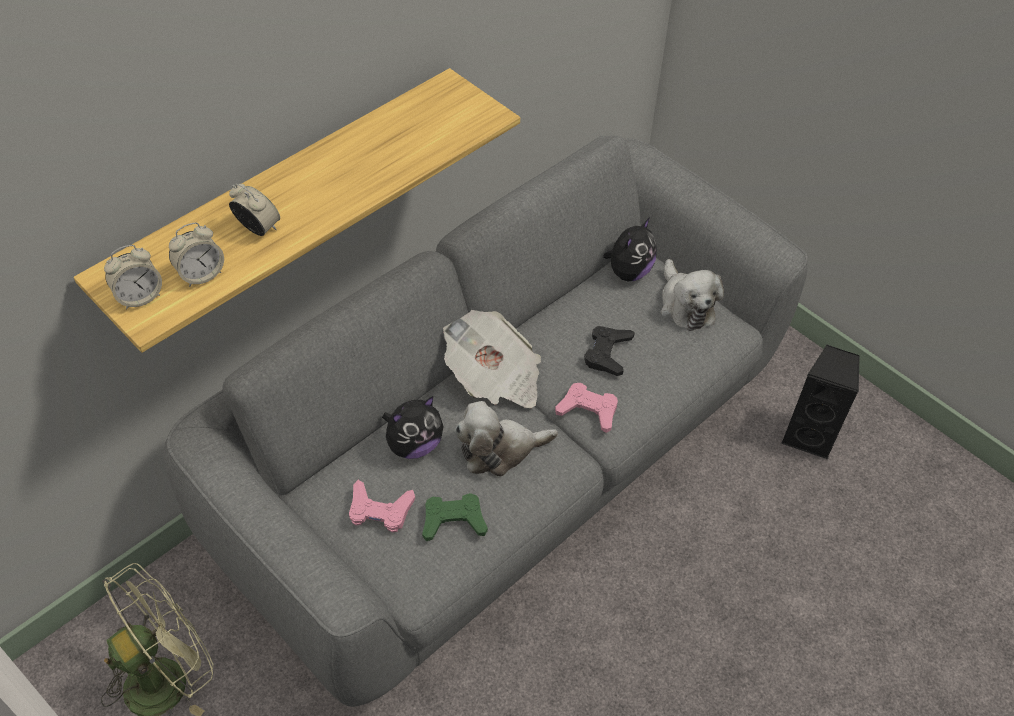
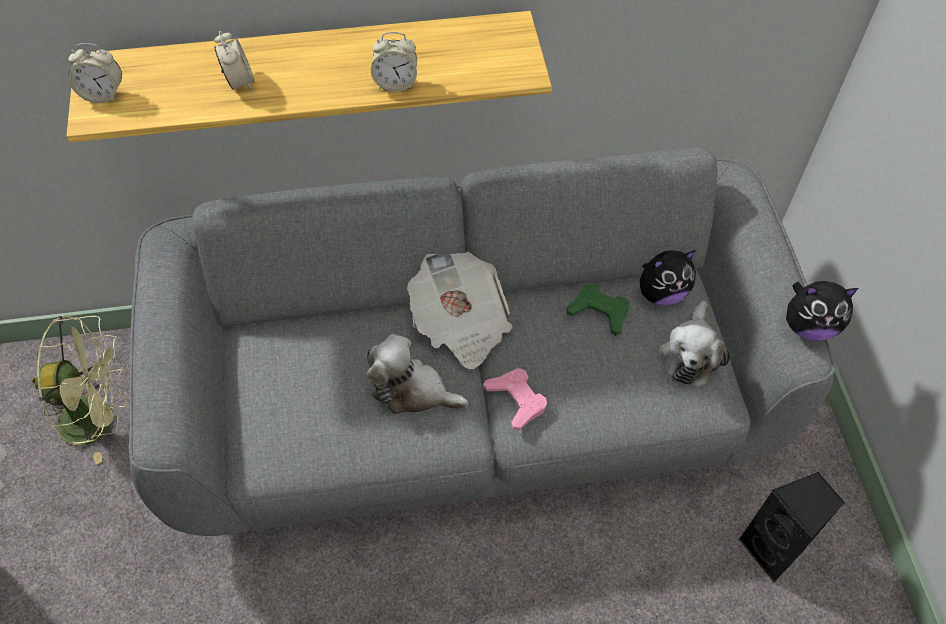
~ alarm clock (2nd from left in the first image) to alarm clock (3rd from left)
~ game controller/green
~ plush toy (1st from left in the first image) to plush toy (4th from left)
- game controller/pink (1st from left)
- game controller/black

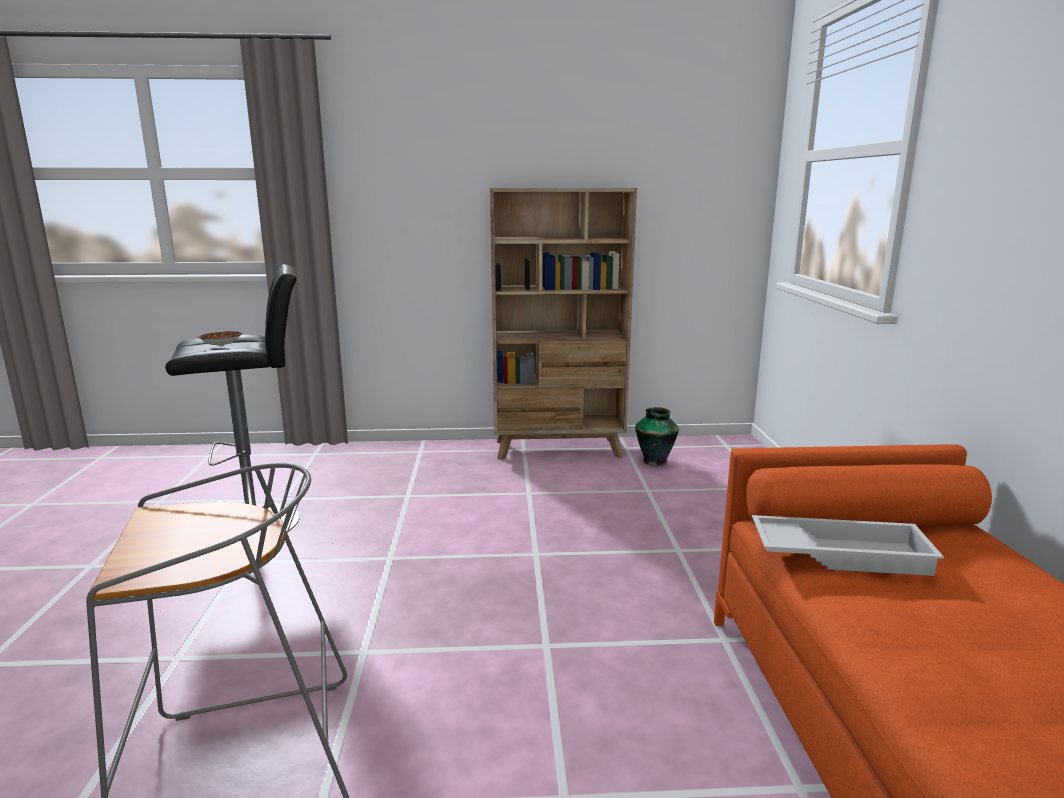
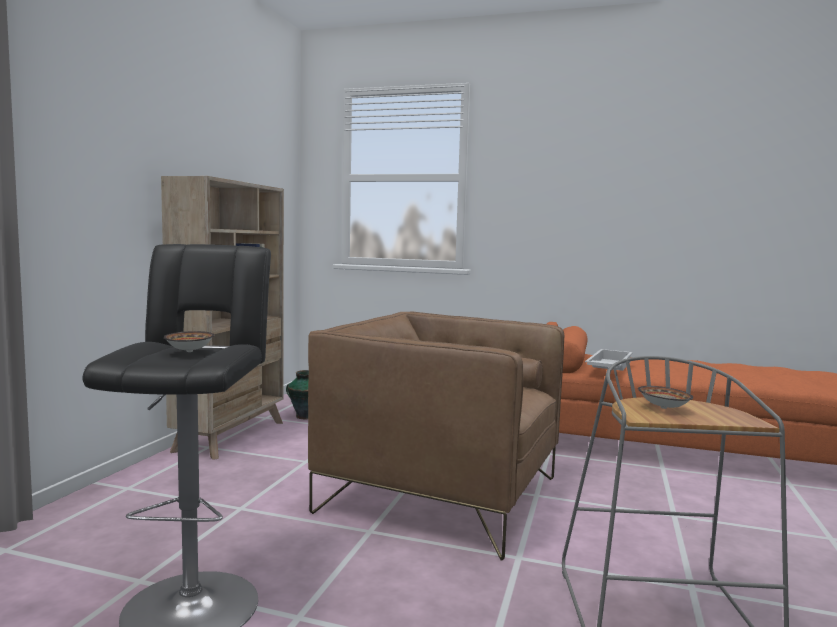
+ armchair/brown
+ bowl (2nd from left)

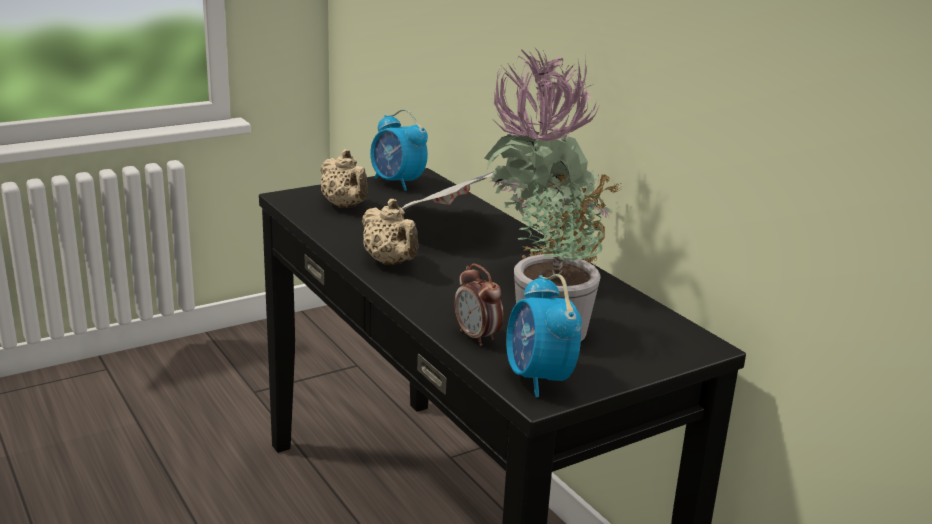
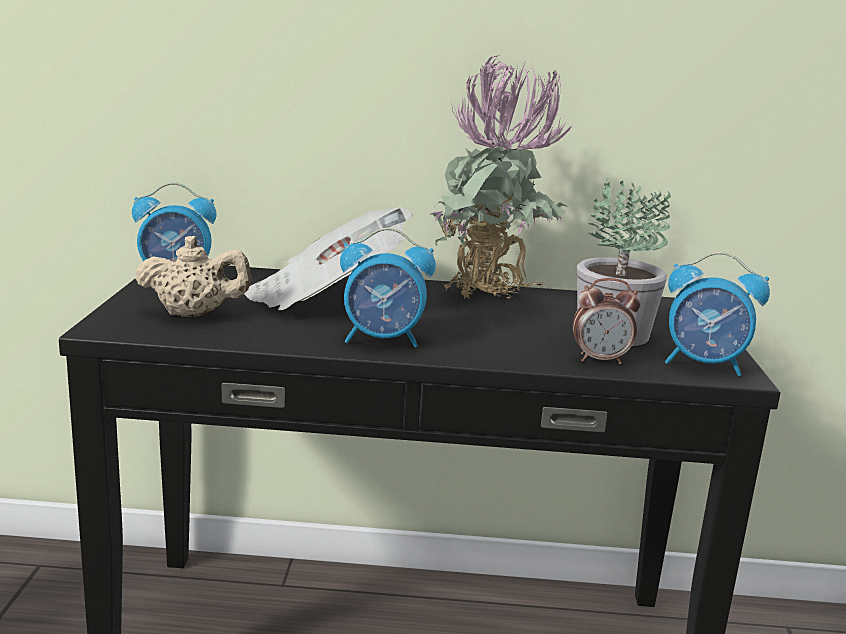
~ teapot/beige (2nd from left) to alarm clock (2nd from left)

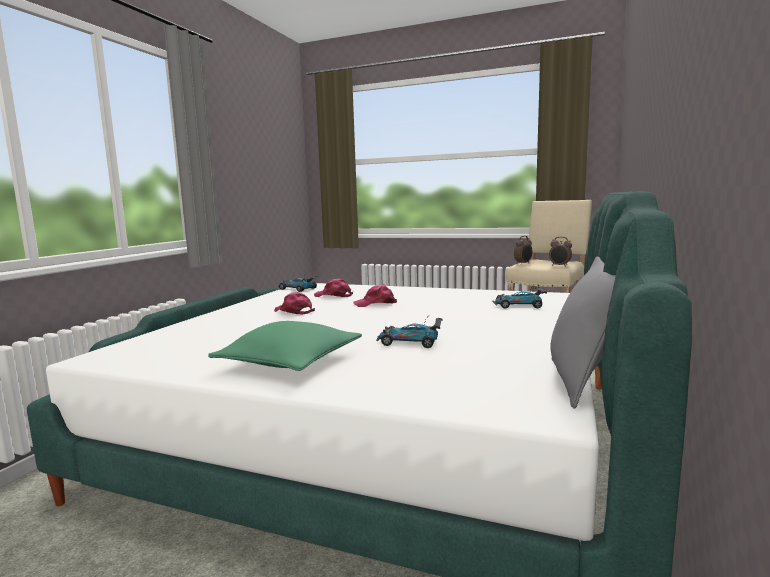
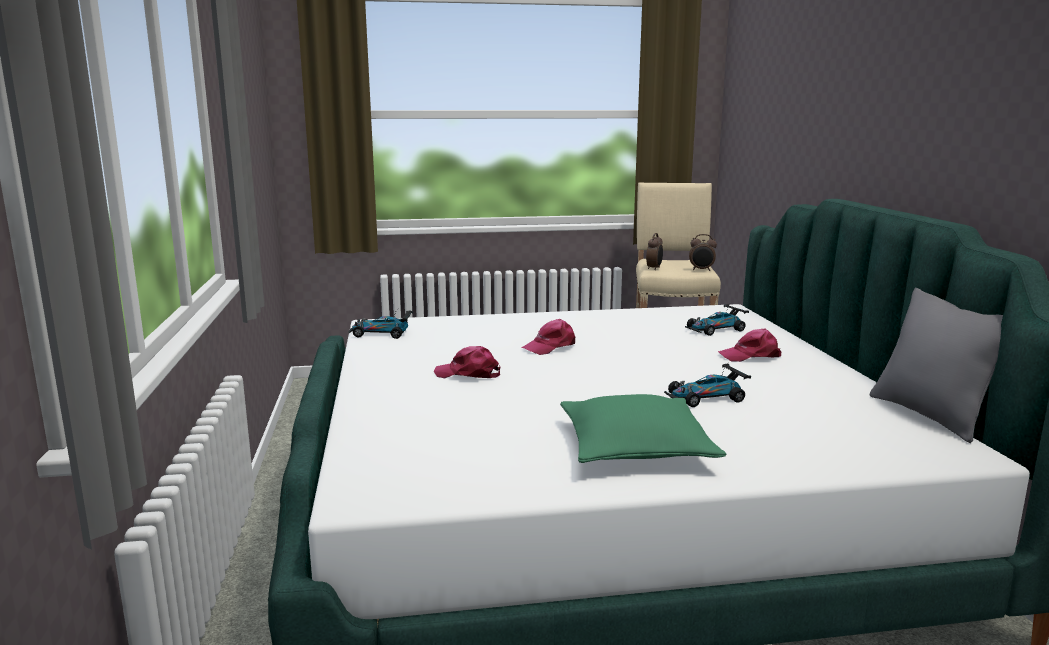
~ cap/pink (2nd from left in the first image) to cap/pink (3rd from left)

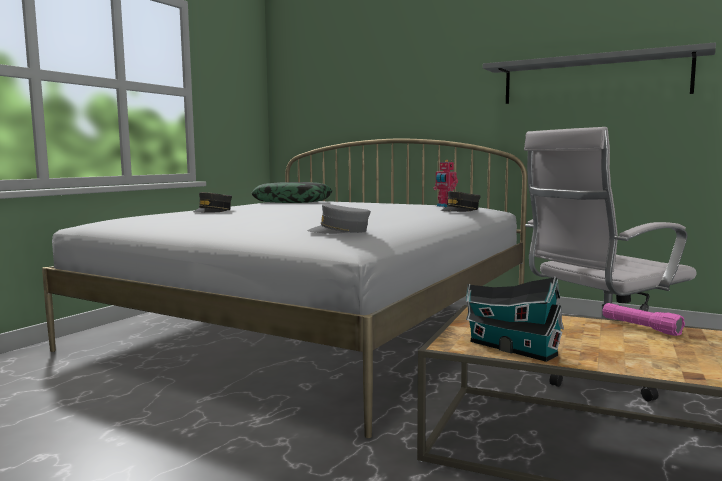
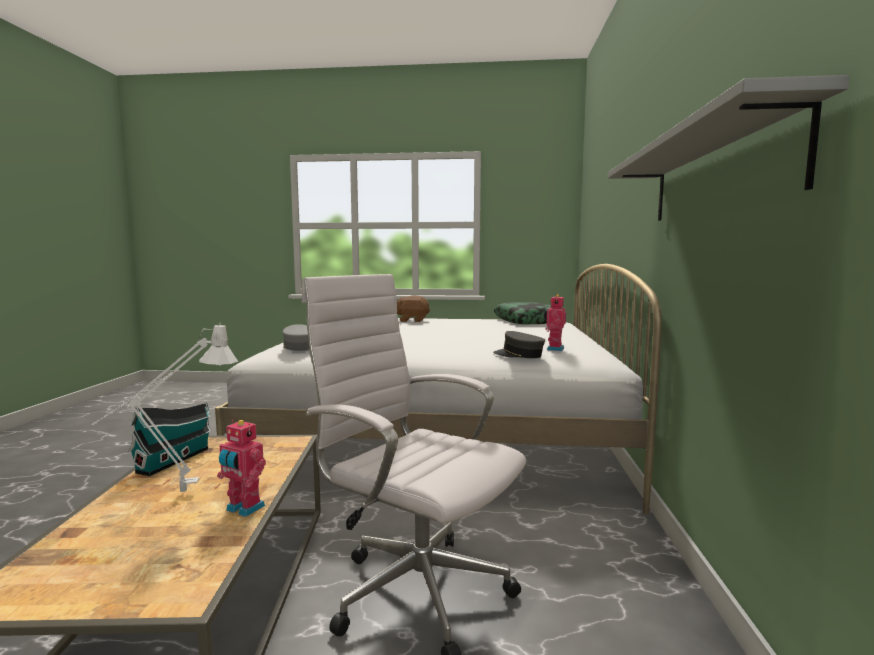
+ table lamp/grey
~ flashlight/pink to toy robot (1st from left)
~ cap/grey (1st from left) to plush toy/brown

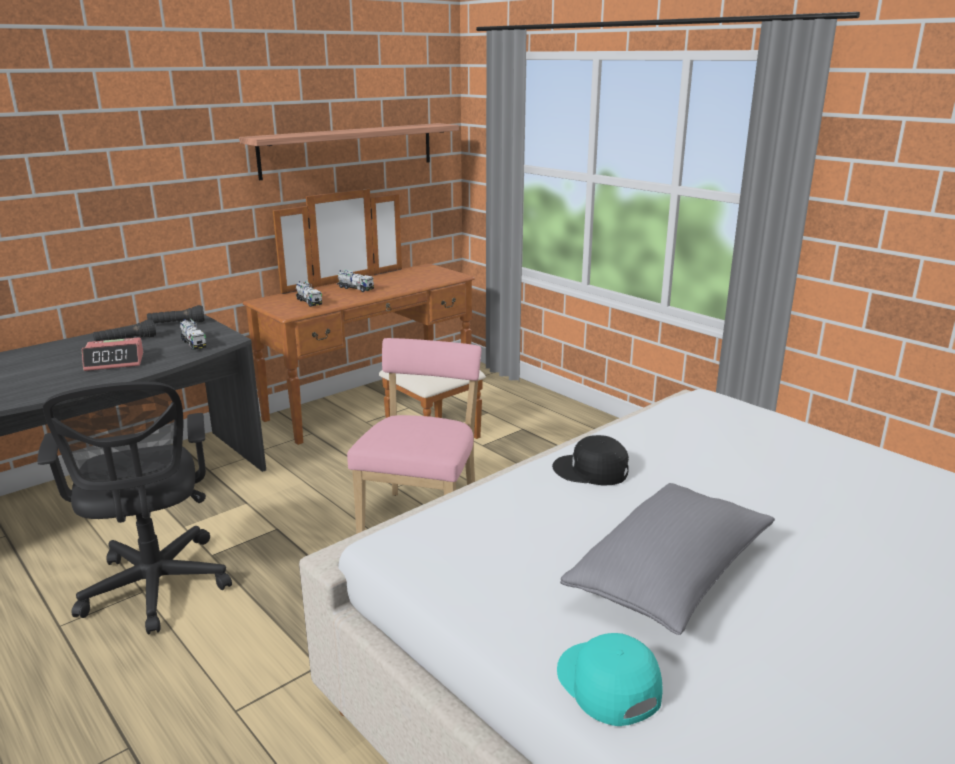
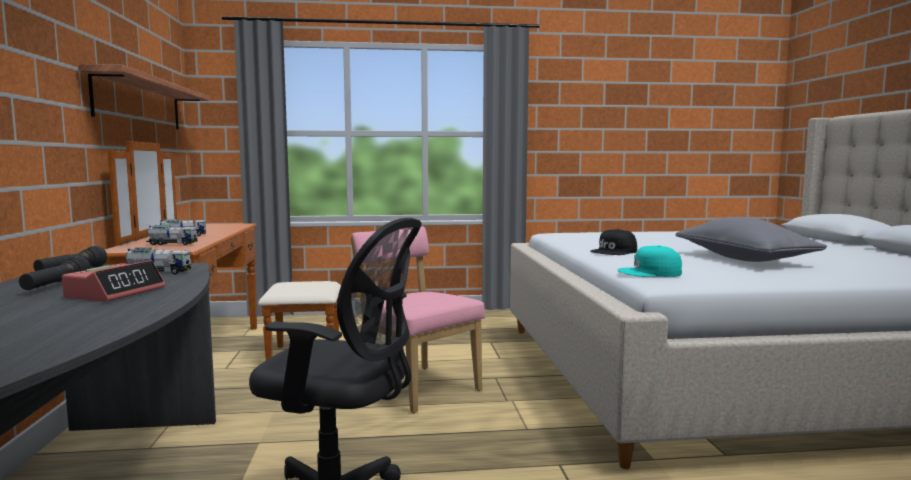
~ cap/turquoise

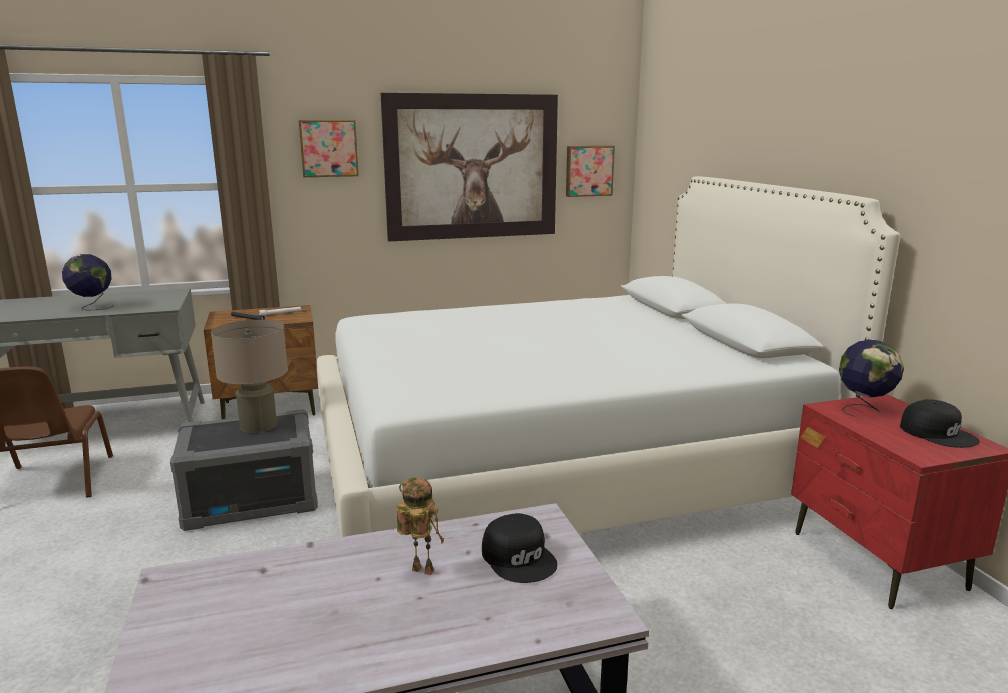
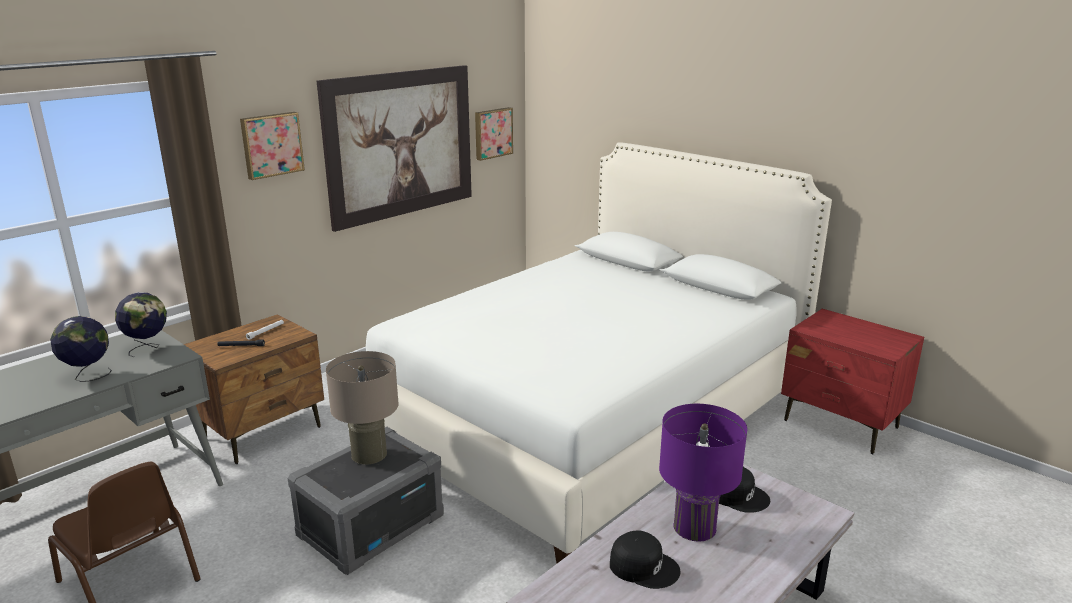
~ globe (2nd from left)
~ cap/black (2nd from left in the first image) to cap/black (1st from left)
~ toy robot to table lamp/purple

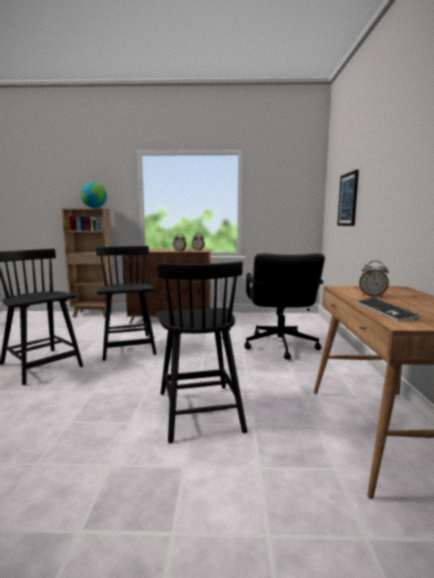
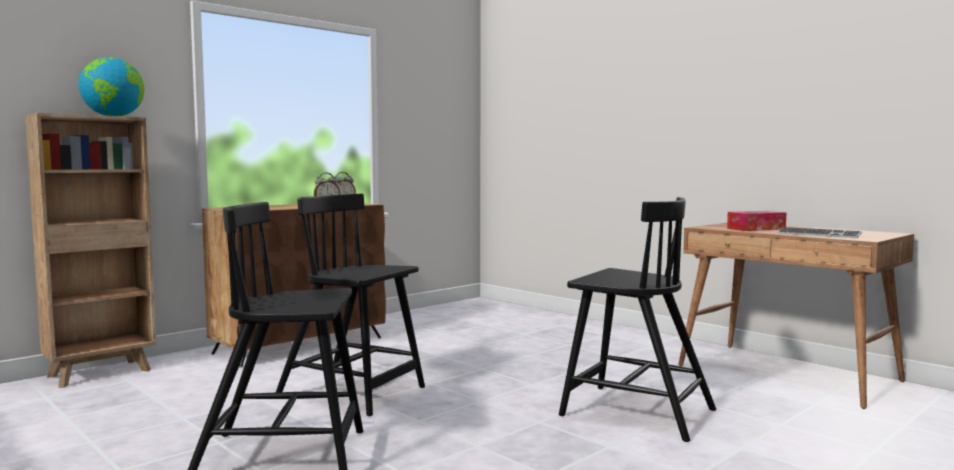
~ alarm clock (3rd from left) to tissue box
- office chair/black
- picture

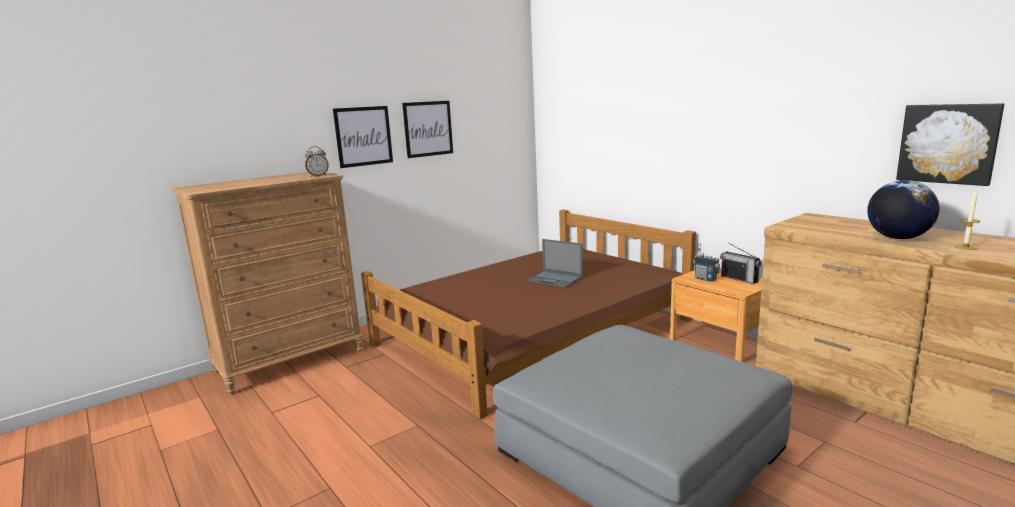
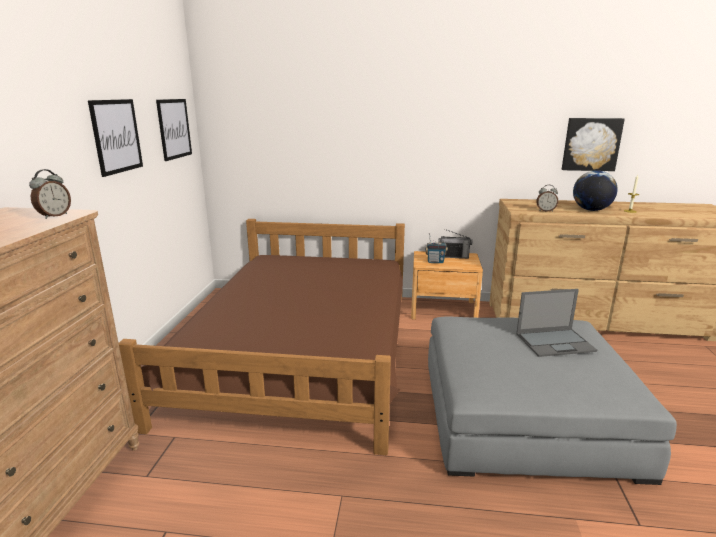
~ picture (1st from left in the first image) to picture (2nd from left)
~ laptop
+ alarm clock (2nd from left)

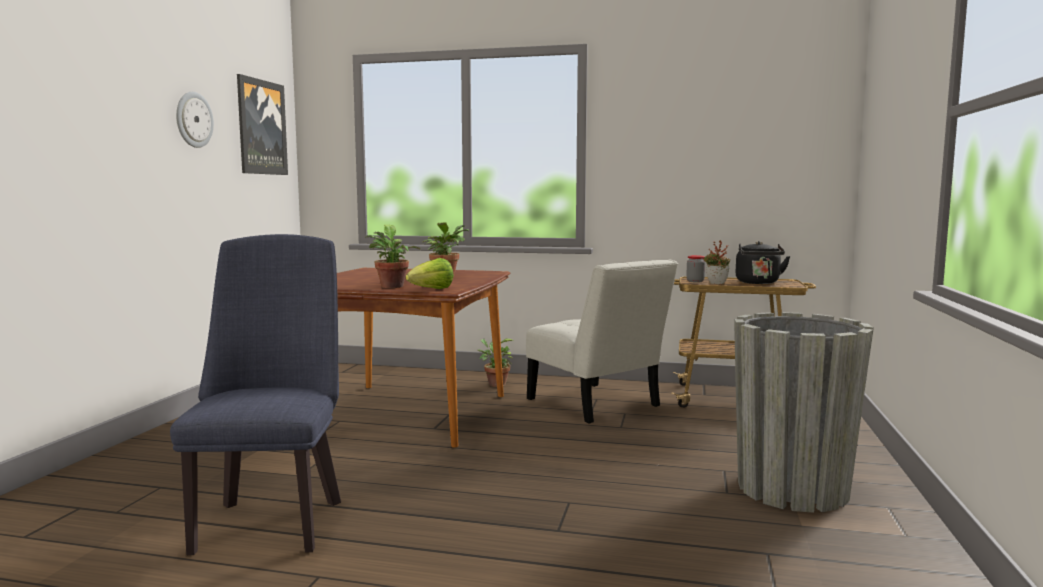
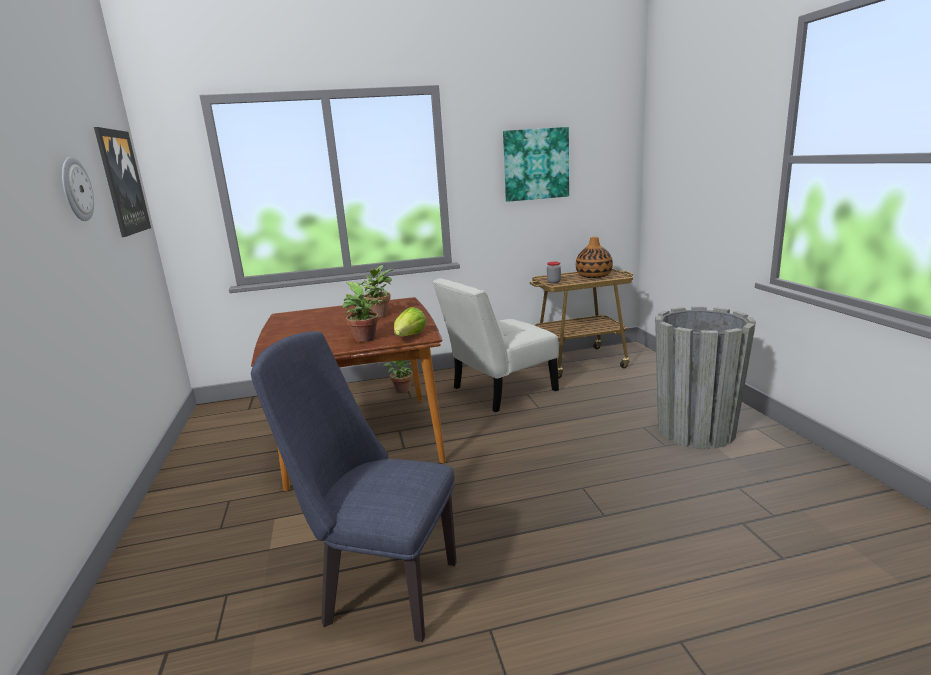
~ chair/blue 45 degrees counterclockwise
~ chair/white 120 degrees clockwise
+ picture (2nd from left)
~ kettle/black to vase
- potted plant (4th from left)

